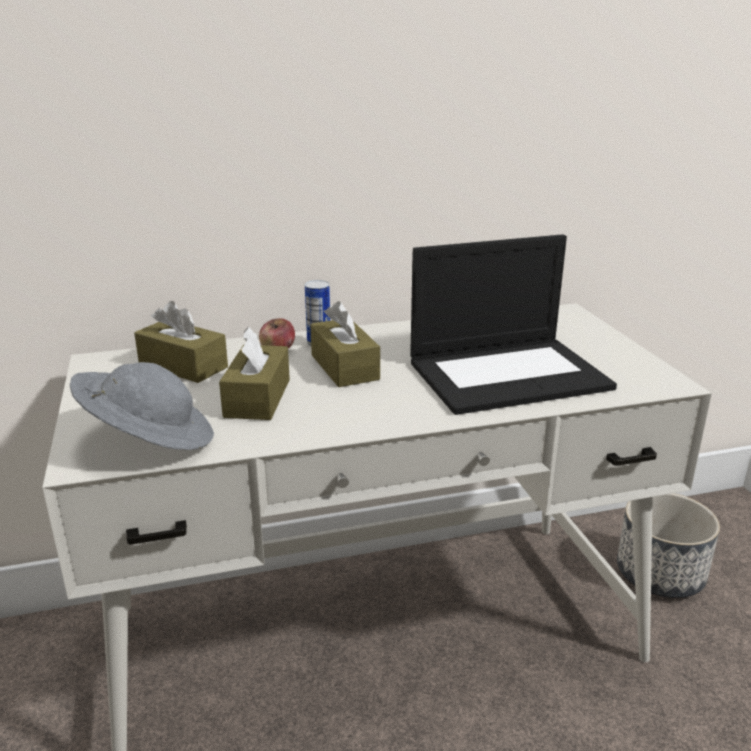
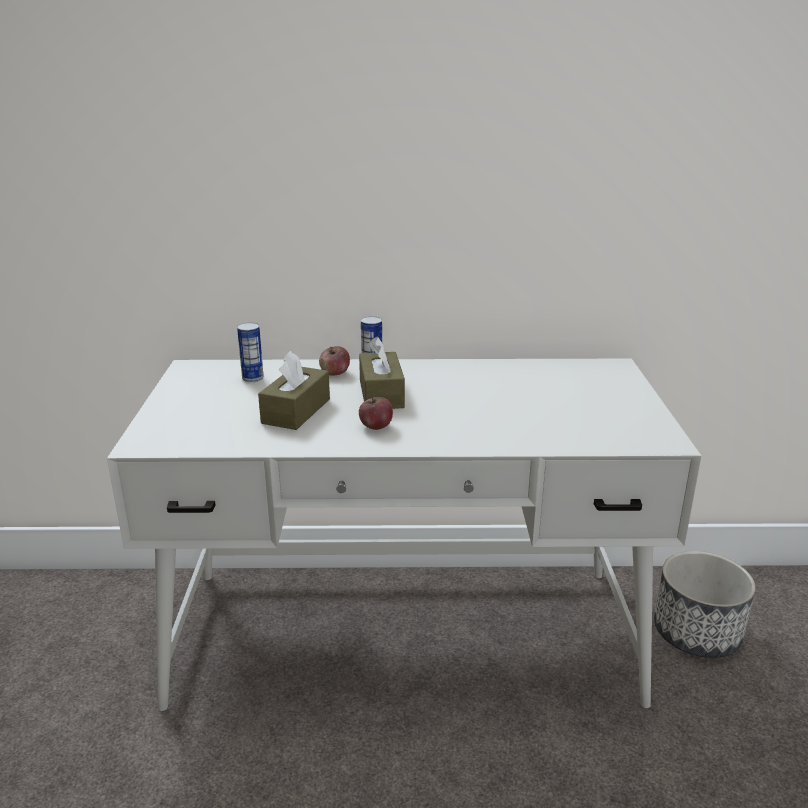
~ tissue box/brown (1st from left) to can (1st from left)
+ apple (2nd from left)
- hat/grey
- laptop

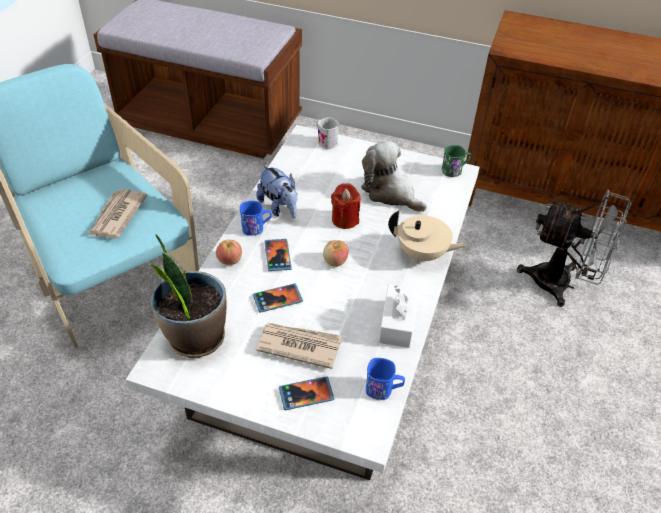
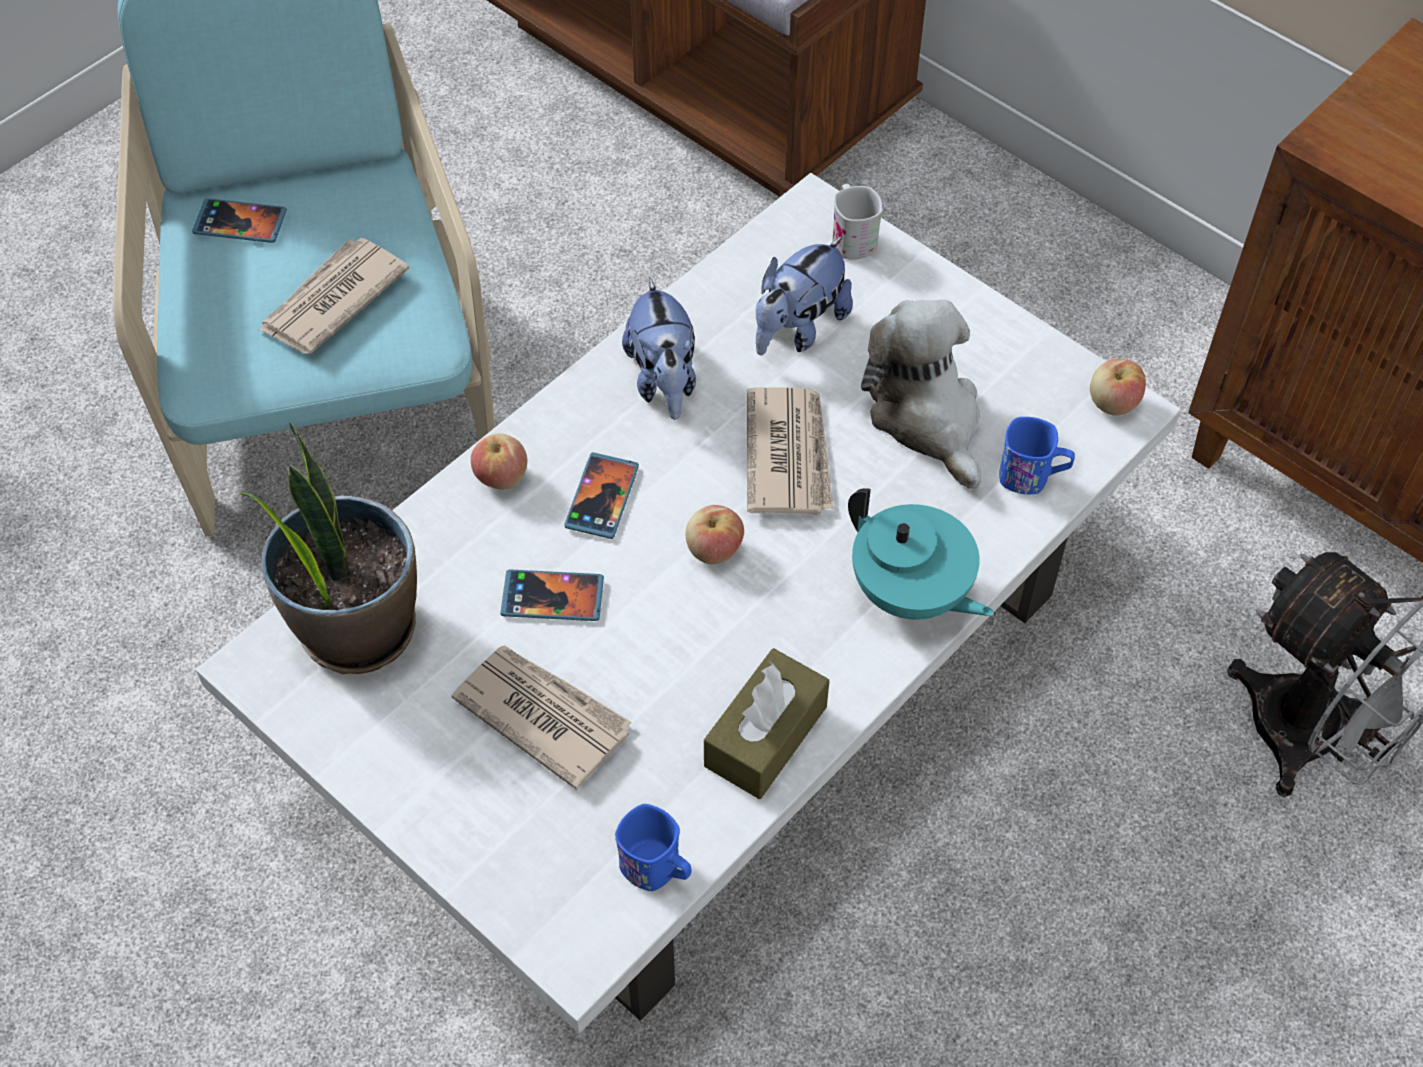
~ phone (3rd from left in the first image) to phone (1st from left)
~ tissue box/white to tissue box/brown
~ candle/red to newspaper (3rd from left)
+ plush toy (2nd from left)
~ teapot/beige to teapot/turquoise
~ mug/blue (1st from left in the first image) to mug/blue (2nd from left)
~ mug/green to apple (3rd from left)

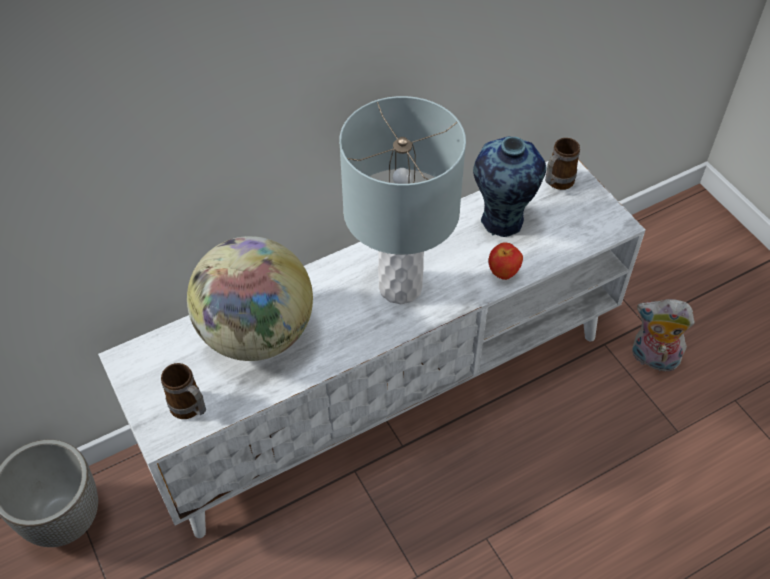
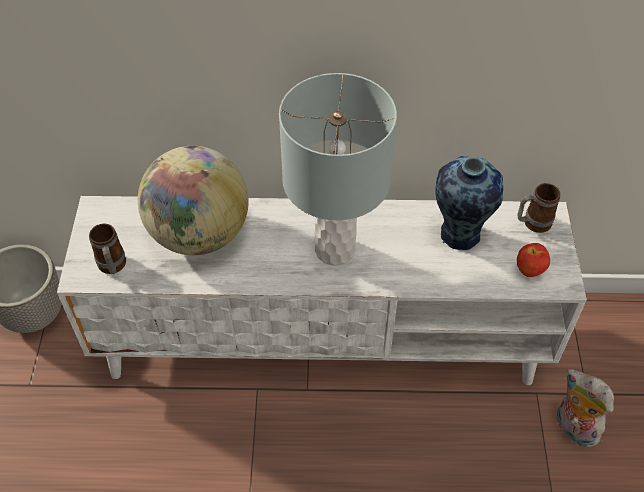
~ apple

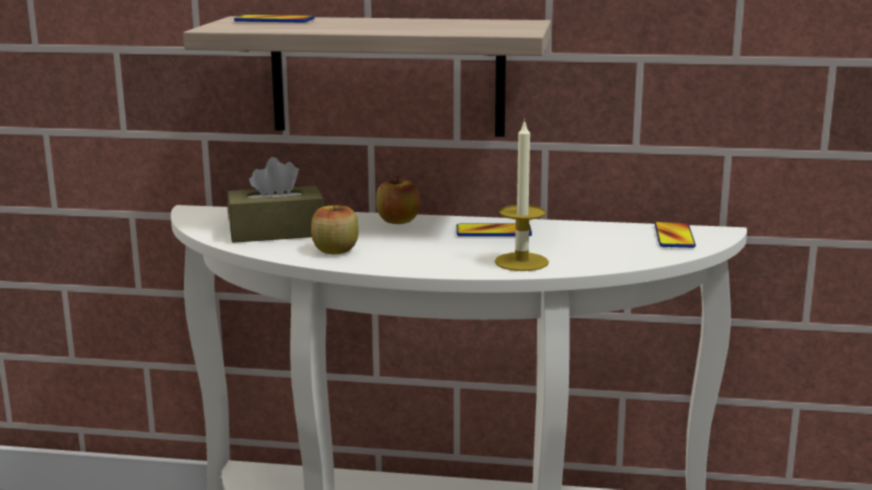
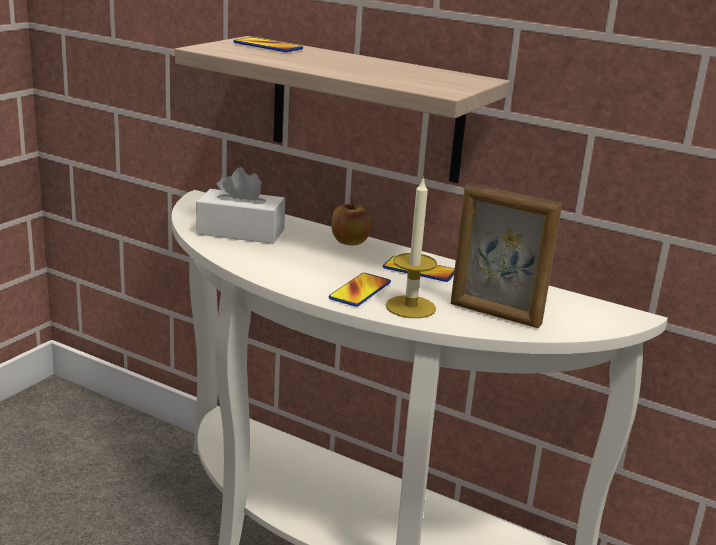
~ tissue box/brown to tissue box/white
~ phone (3rd from left in the first image) to phone (2nd from left)
+ picture frame
- apple (1st from left)

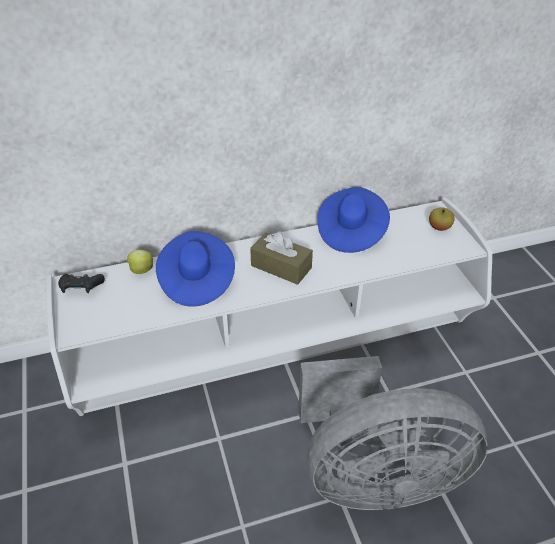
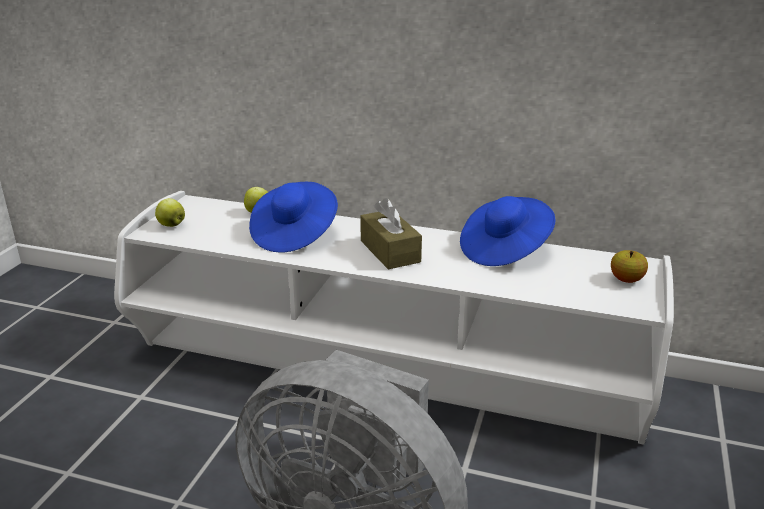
+ apple (1st from left)
- game controller/black

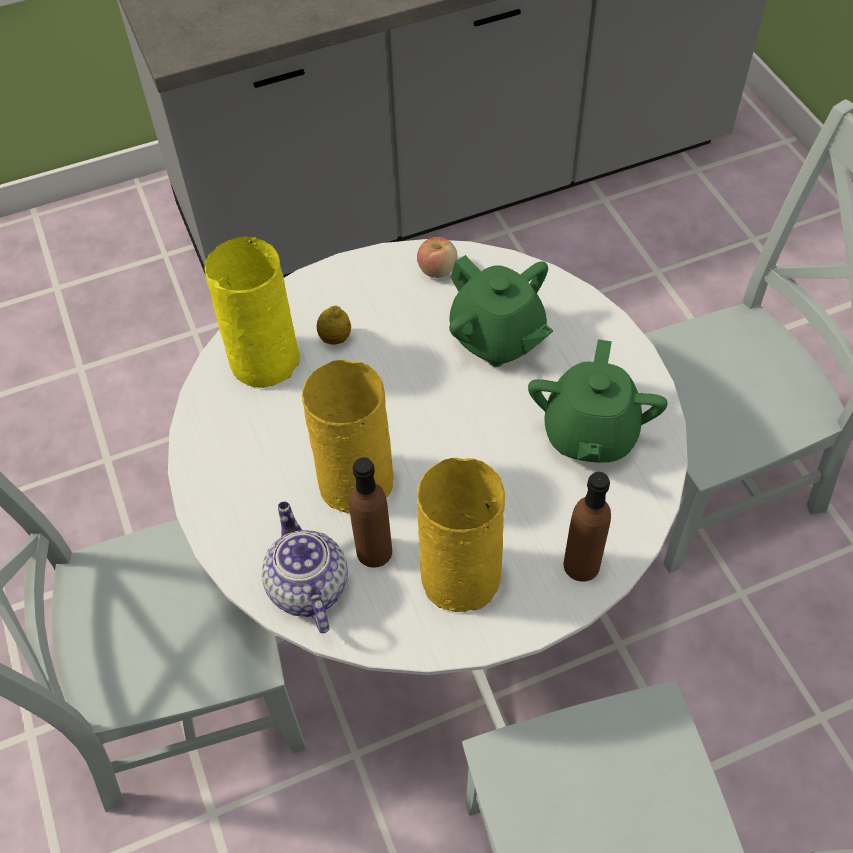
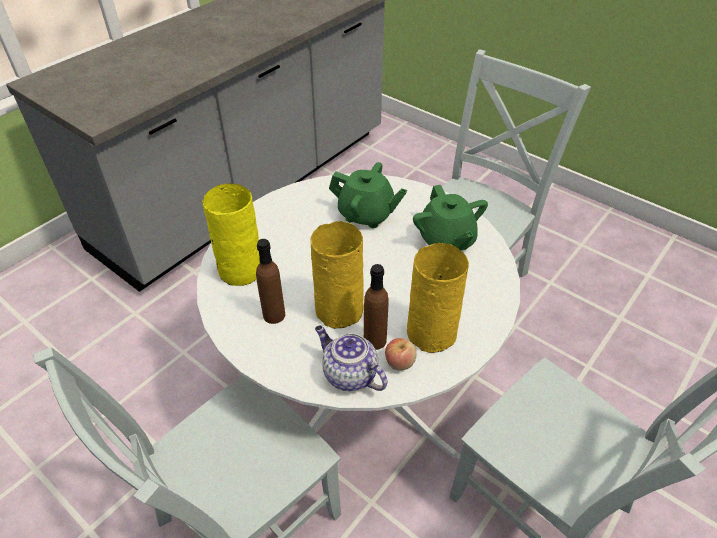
~ bottle/brown (2nd from left in the first image) to bottle/brown (1st from left)
~ apple
- lemon

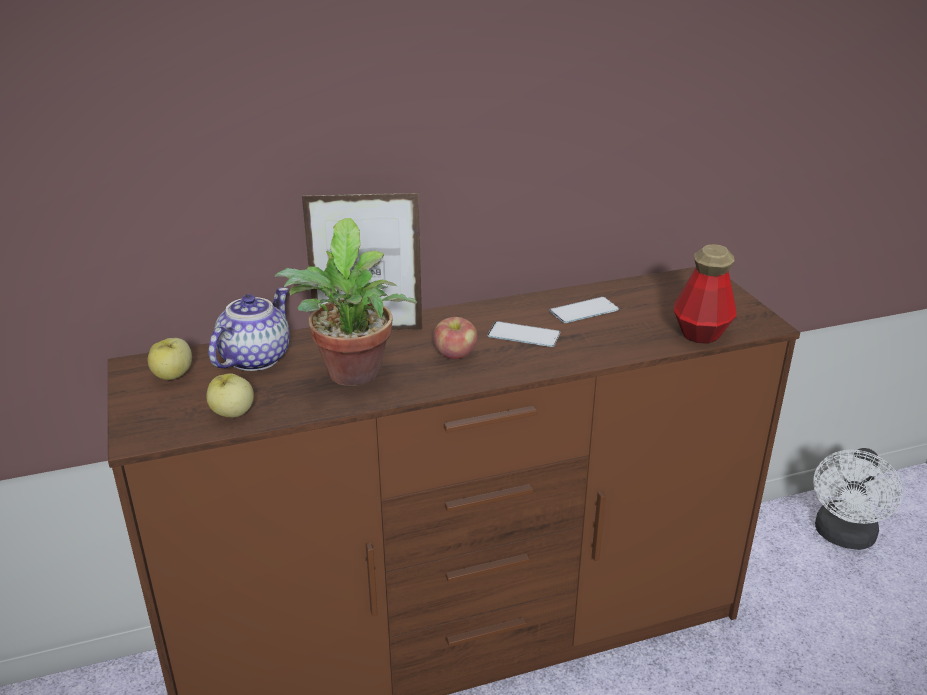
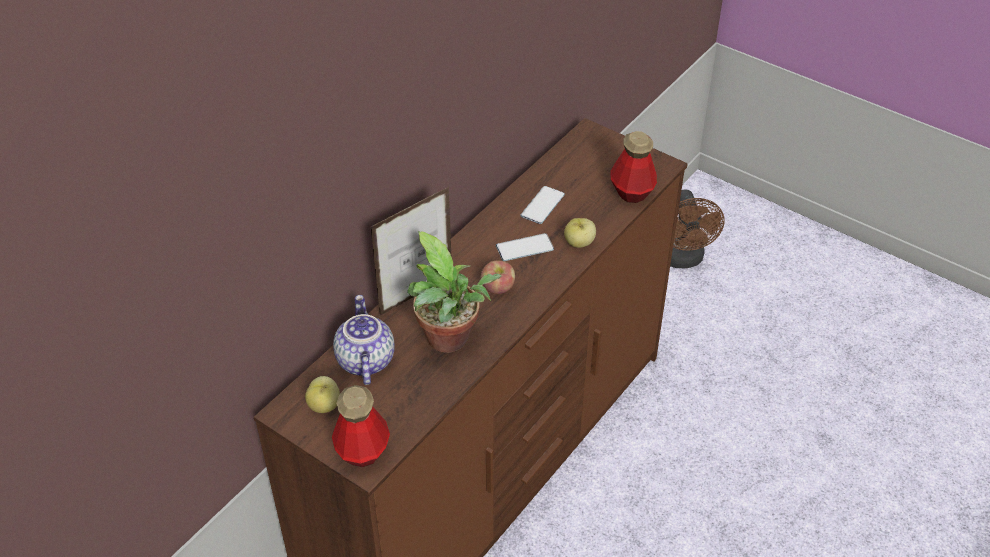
+ bottle (1st from left)
~ apple (2nd from left in the first image) to apple (3rd from left)
~ fan/white to fan/brown

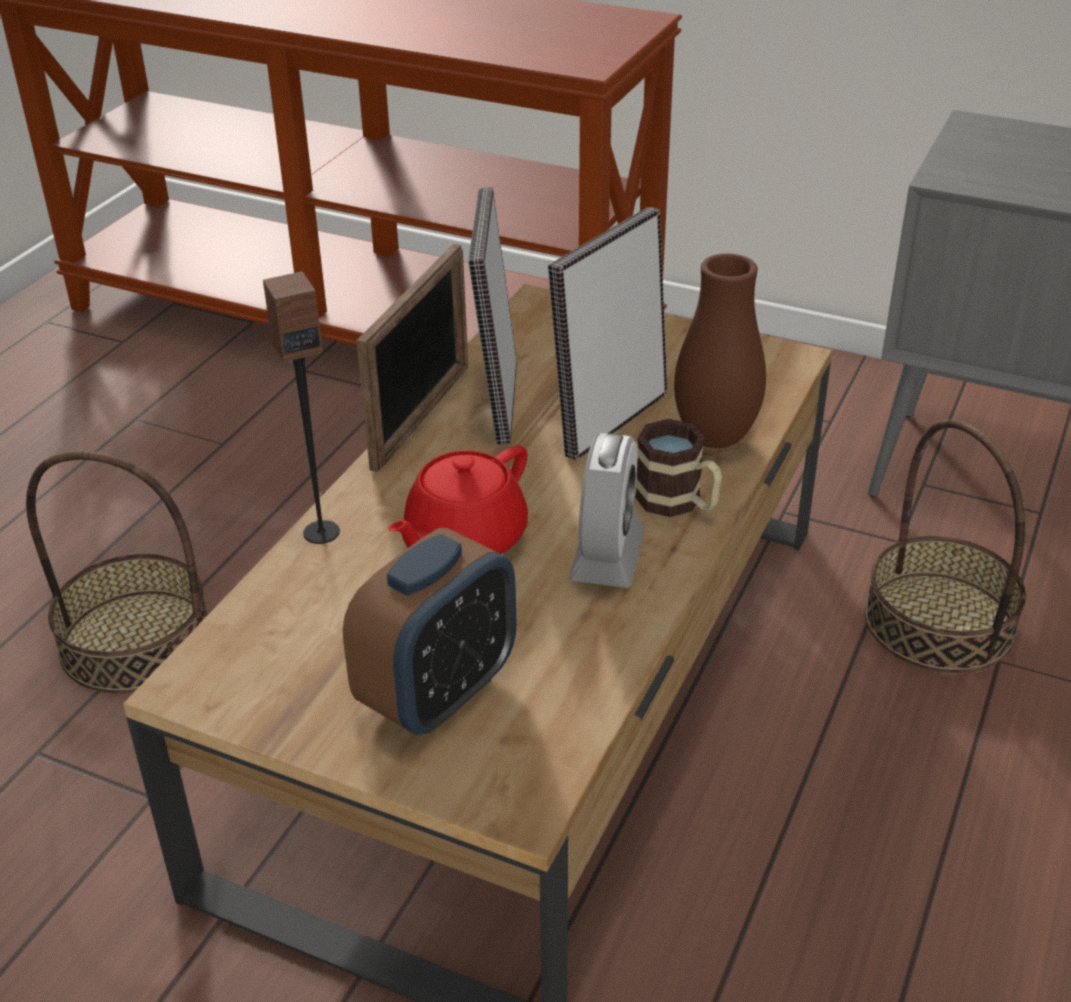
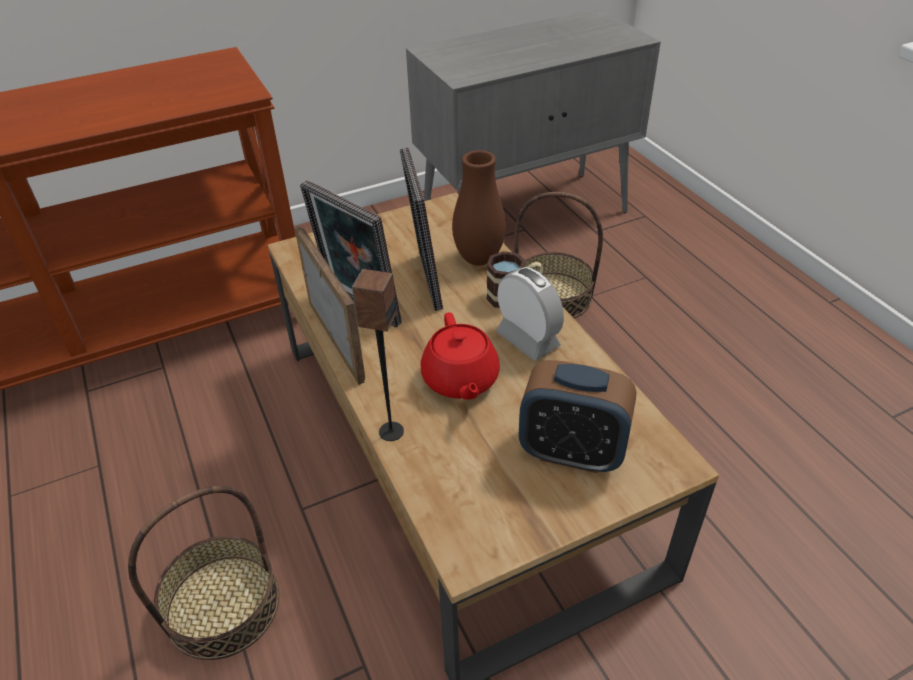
~ alarm clock (1st from left in the first image) 120 degrees clockwise

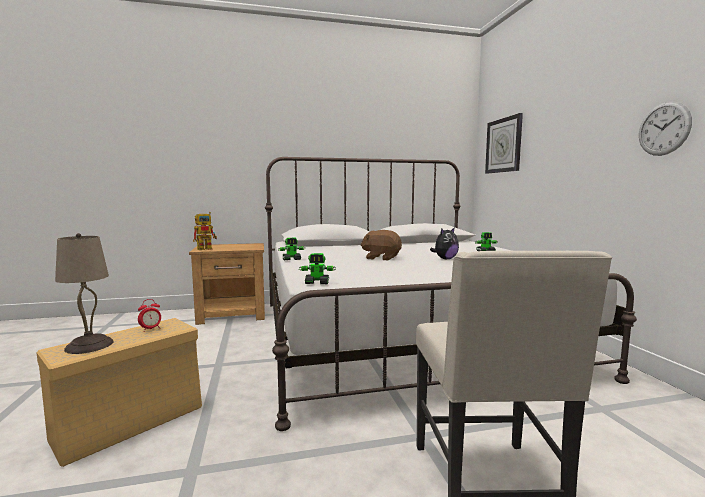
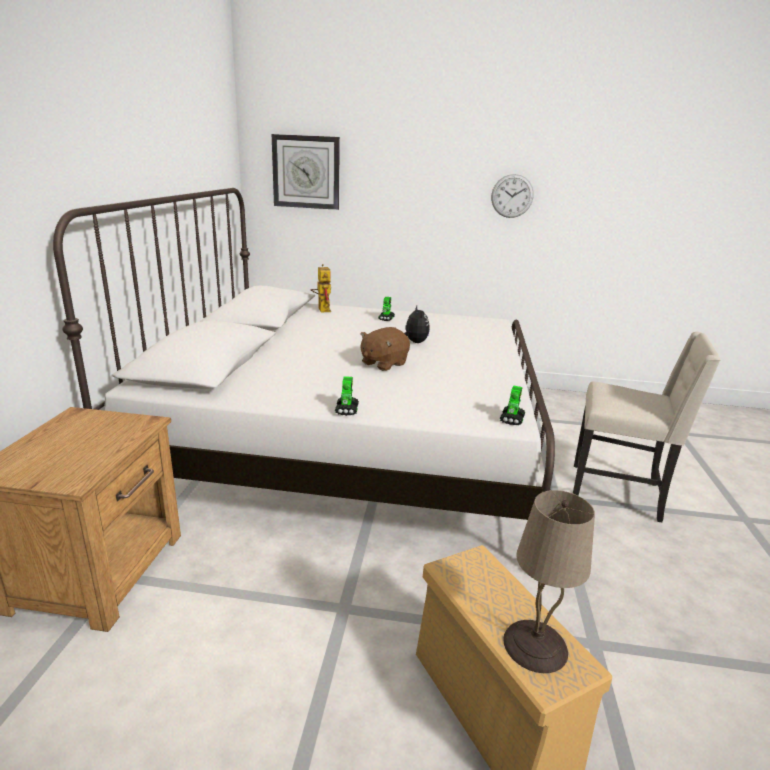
~ toy robot (1st from left)
- alarm clock

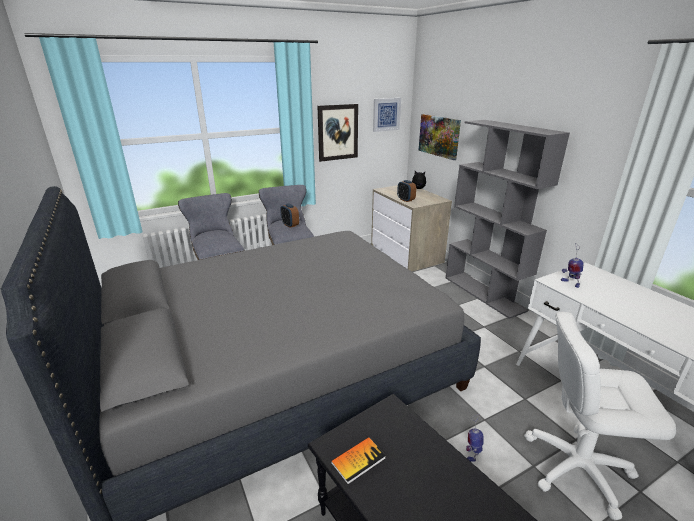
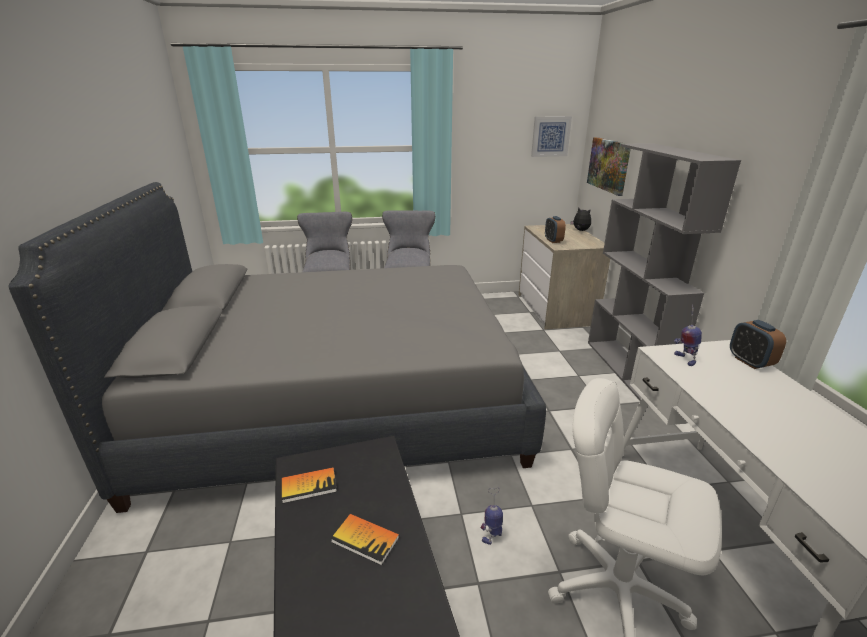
+ book (2nd from left)
~ alarm clock (1st from left in the first image) to alarm clock (2nd from left)
- picture (1st from left)

